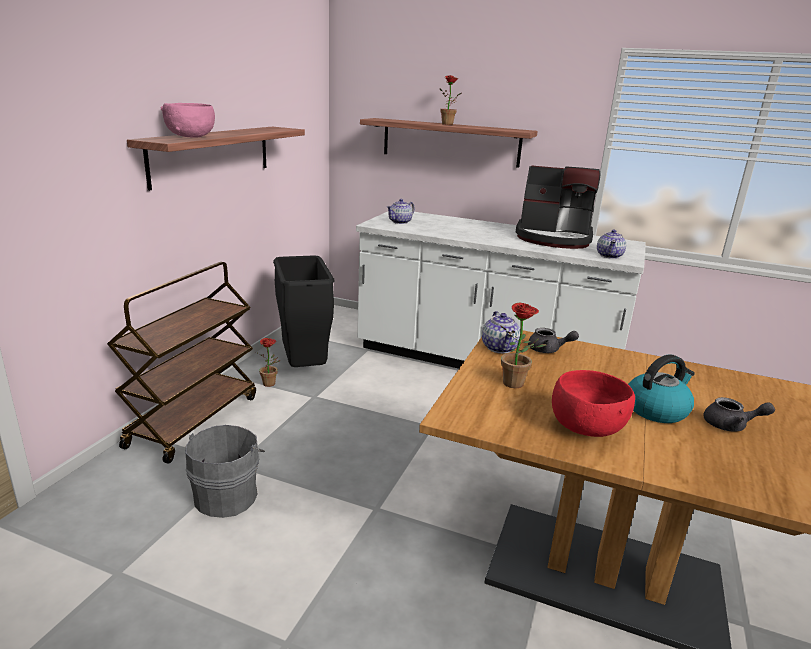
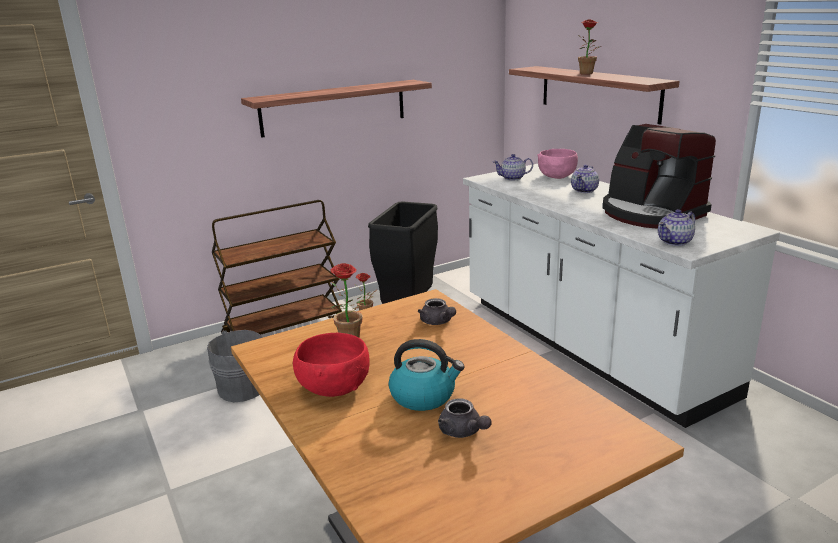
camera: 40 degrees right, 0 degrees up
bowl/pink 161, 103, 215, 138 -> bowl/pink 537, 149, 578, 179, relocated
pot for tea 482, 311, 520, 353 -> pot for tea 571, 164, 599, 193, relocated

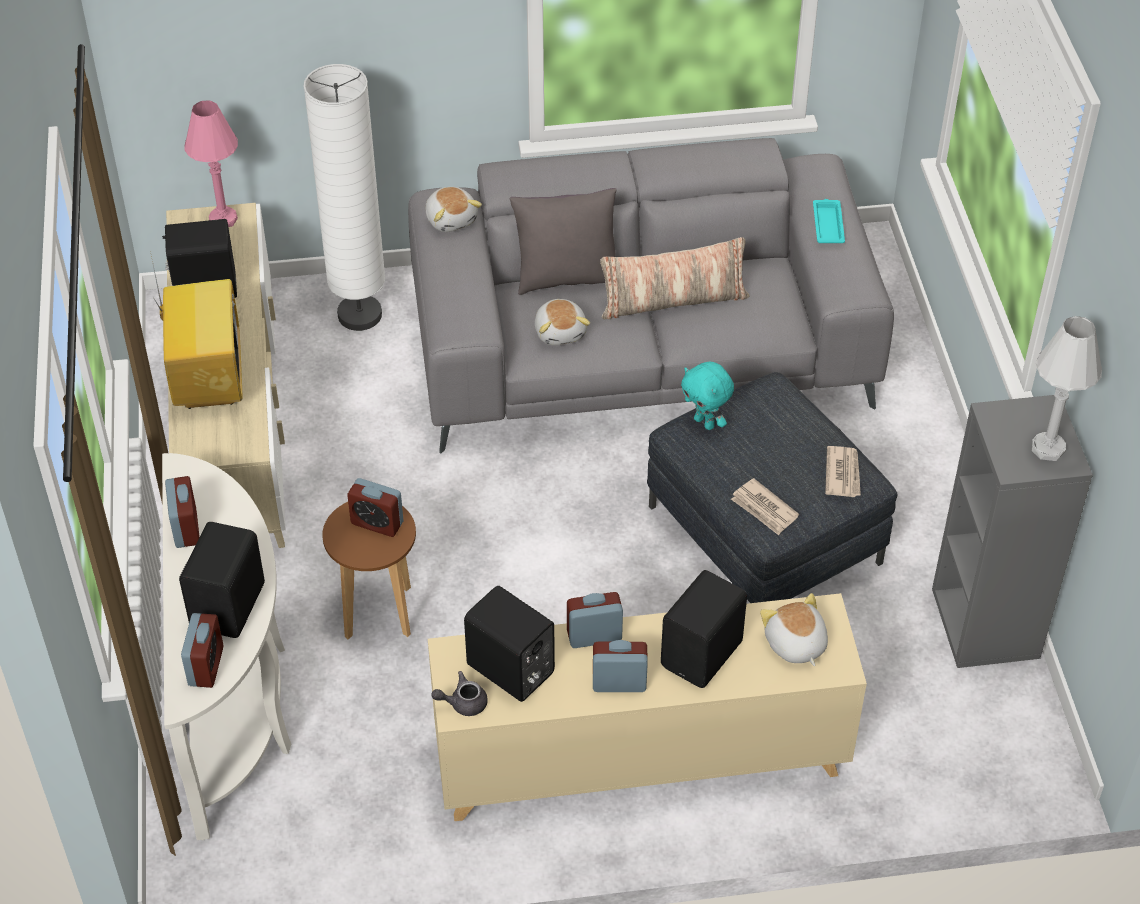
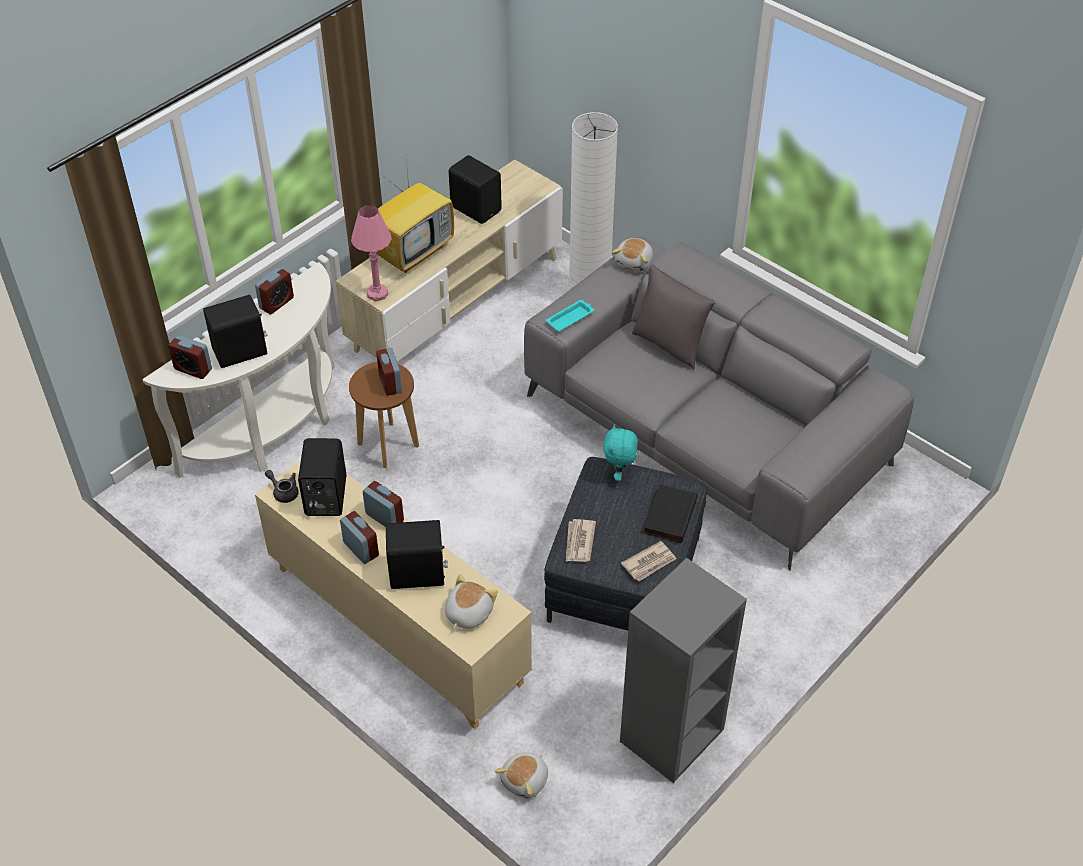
camera: 50 degrees right, 0 degrees up
lamp for a table/pink 184, 100, 238, 227 -> lamp for a table/pink 351, 205, 392, 301, relocated
serving tray/turquoise-coloured 813, 199, 845, 243 -> serving tray/turquoise-coloured 545, 300, 594, 332, relocated
pillow 600, 237, 750, 320 -> none
plush toy 535, 299, 590, 345 -> plush toy 495, 752, 548, 799, relocated
lamp for a table/whitish 1032, 316, 1102, 461 -> none
alarm clock 181, 613, 223, 688 -> alarm clock 168, 335, 212, 379, 60 degrees clockwise
none -> bound book/black-coloured 643, 484, 697, 543

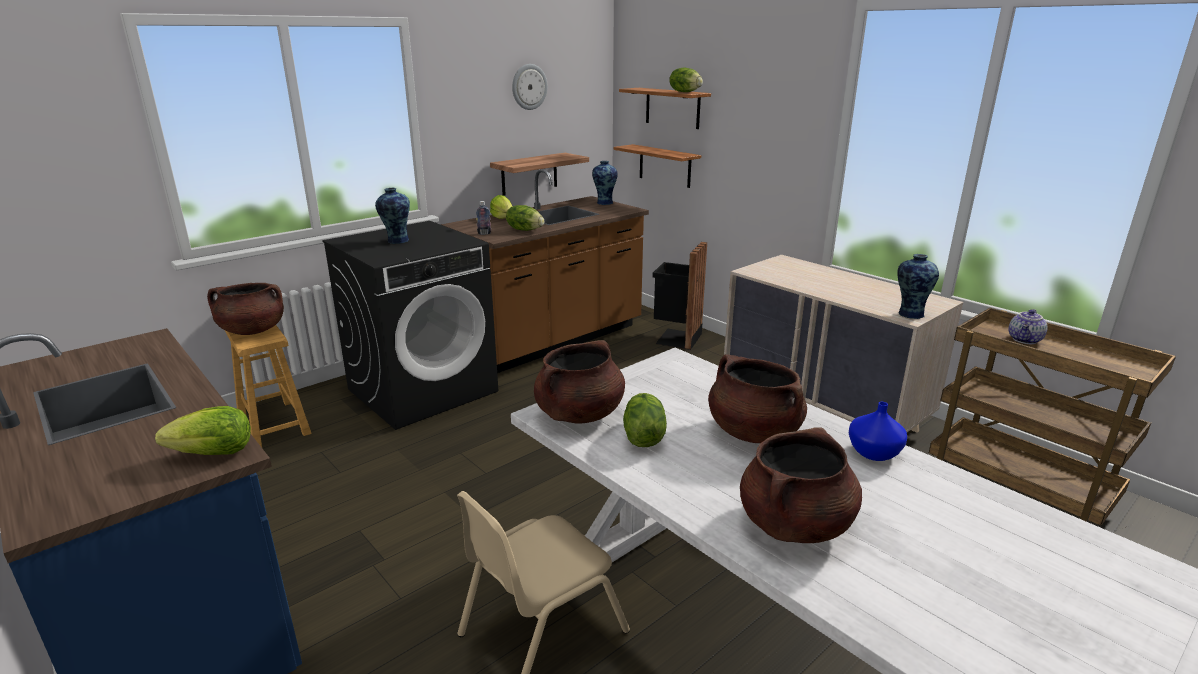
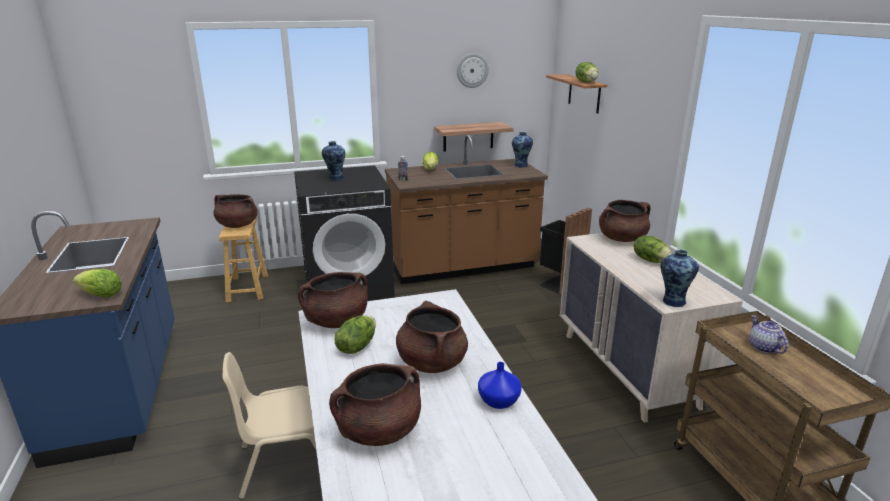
camera: 25 degrees right, 0 degrees up
shelf 614, 144, 701, 188 -> none
head of lettuce 506, 205, 544, 231 -> head of lettuce 634, 235, 673, 263, relocated
pot for tea 1009, 309, 1048, 344 -> pot for tea 750, 315, 789, 354, 105 degrees clockwise
none -> stockpot/brownish 599, 200, 651, 242

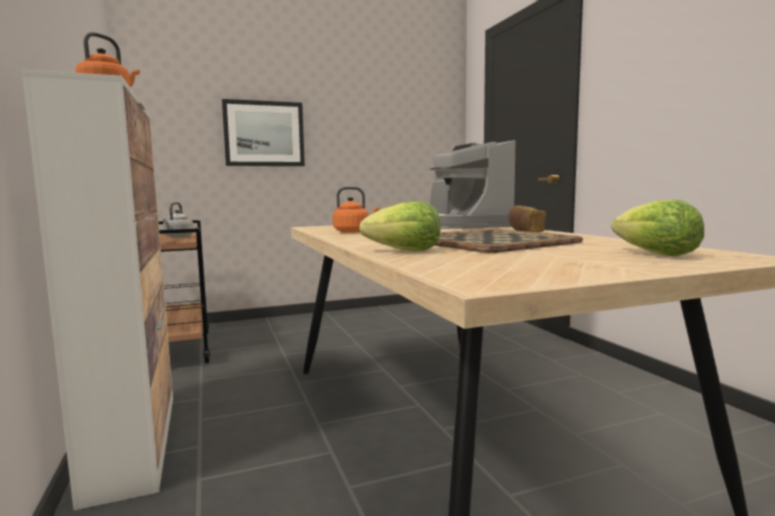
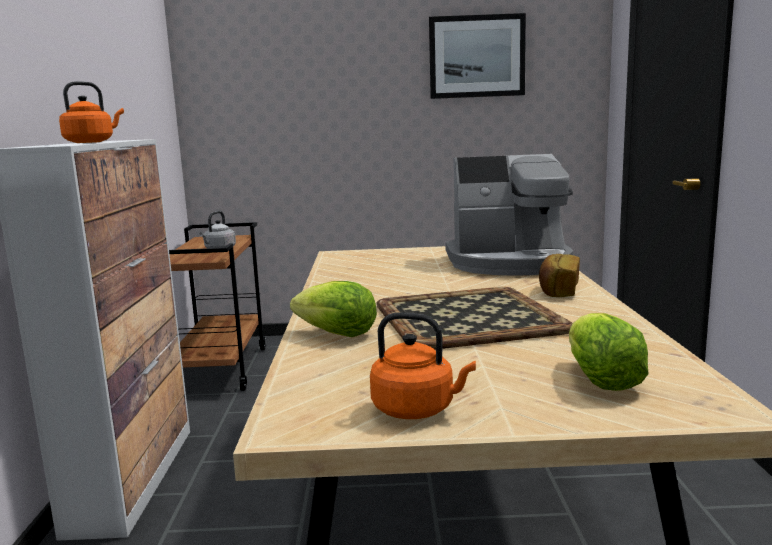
camera: 20 degrees right, 5 degrees up
wall art 222, 99, 305, 166 -> wall art 429, 13, 526, 99, relocated
coffee maker 430, 140, 515, 229 -> coffee maker 445, 154, 573, 276, 90 degrees counterclockwise
tea kettle/orangey 333, 187, 380, 233 -> tea kettle/orangey 370, 312, 476, 419, relocated

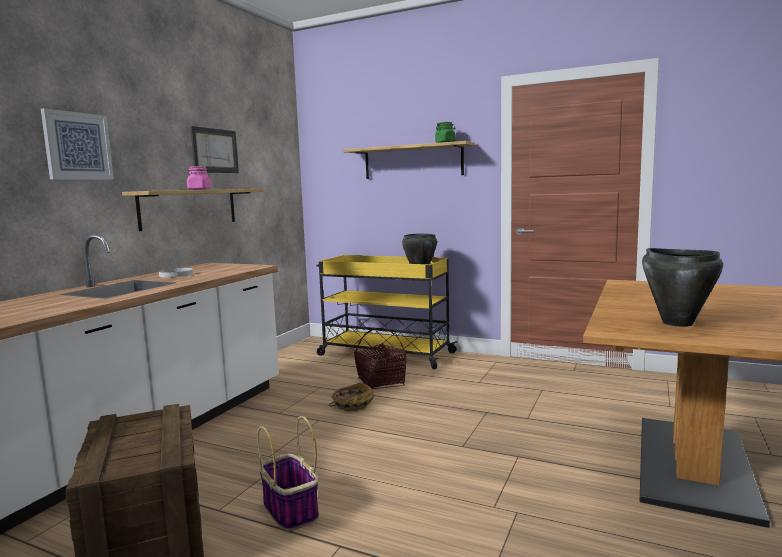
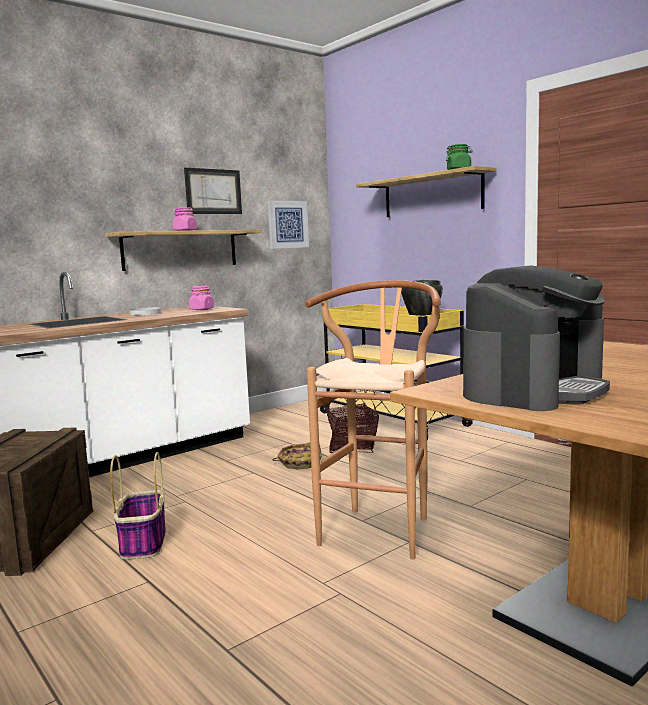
camera: 25 degrees right, 0 degrees up
wall art 41, 108, 114, 180 -> wall art 268, 201, 309, 249, relocated
stockpot/black-coloured 642, 248, 723, 327 -> coffee maker 463, 265, 610, 411
none -> stool seat/brownish 305, 280, 441, 560
none -> storage jar/pink 189, 286, 214, 310

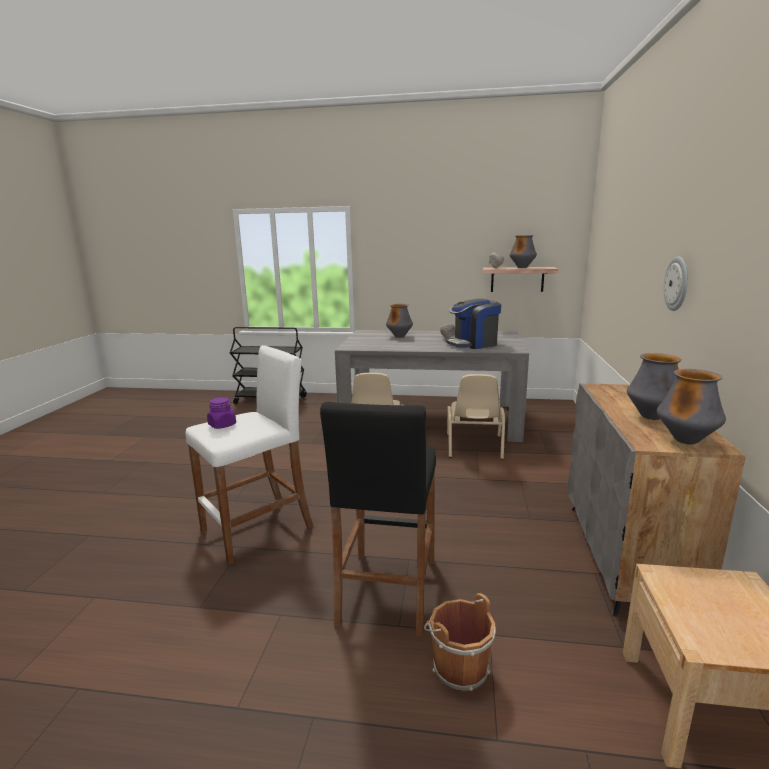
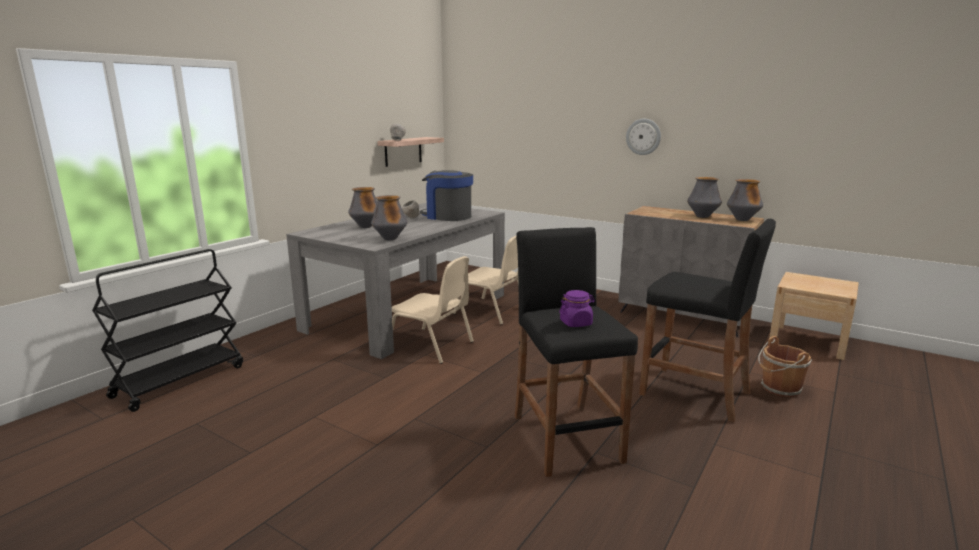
camera: 65 degrees left, 0 degrees up
flower vase 510, 235, 537, 268 -> flower vase 371, 195, 408, 240, relocated
coffee maker 446, 298, 501, 349 -> coffee maker 420, 170, 473, 221, 120 degrees clockwise
stool seat/whitish 186, 345, 313, 564 -> stool seat/black-coloured 515, 227, 638, 477

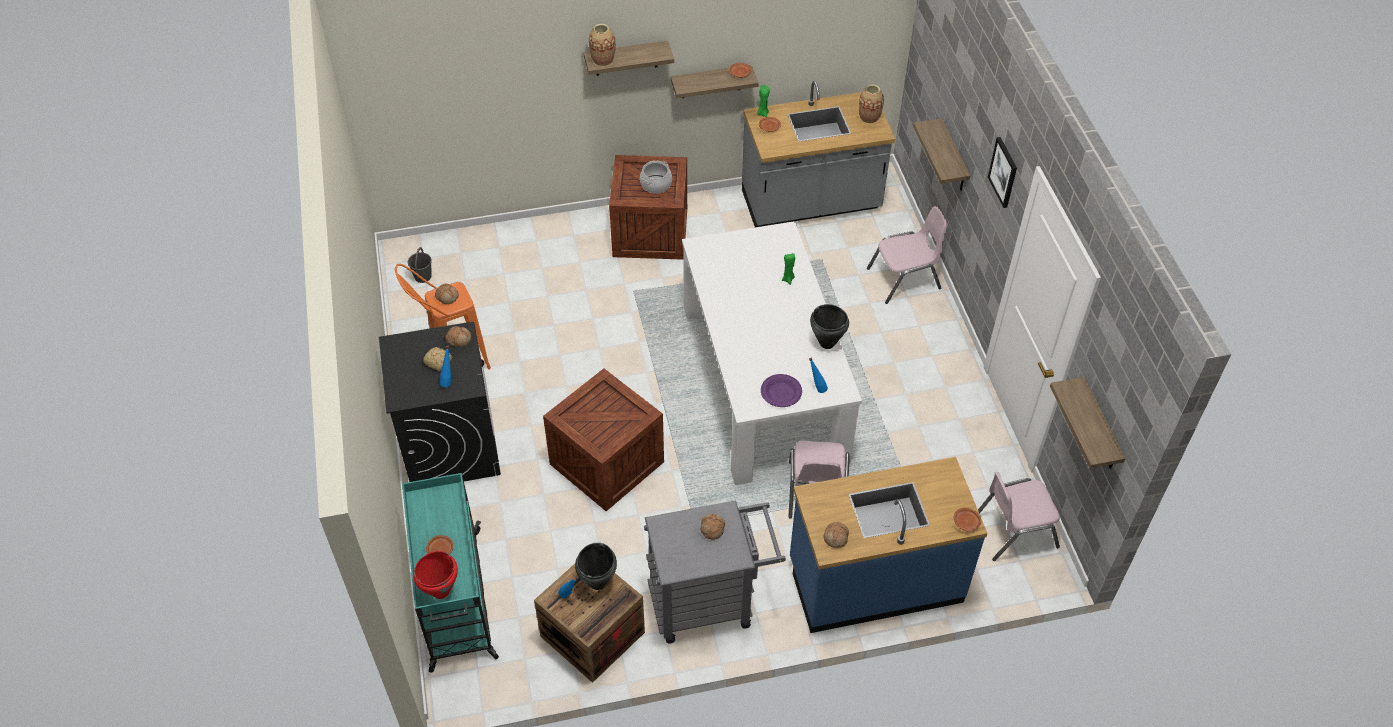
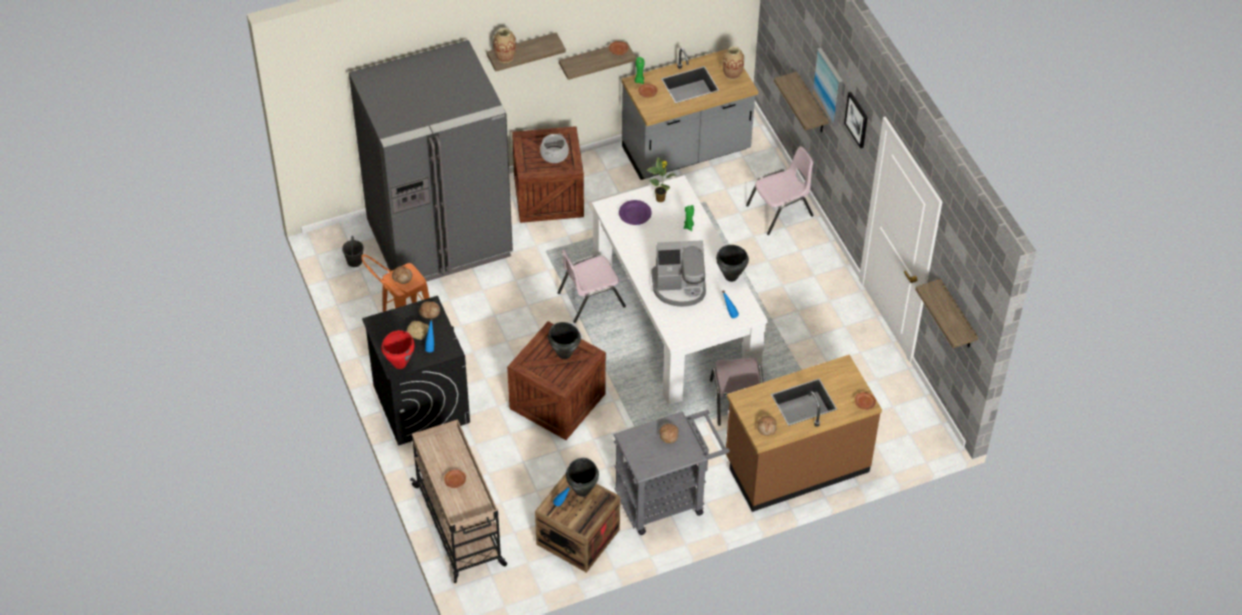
camera: 10 degrees left, 0 degrees up
dinner plate/purplish 761, 374, 802, 407 -> dinner plate/purplish 619, 200, 652, 225, relocated
kitchen base unit/blue-coloured 790, 457, 988, 633 -> kitchen base unit/brownish 726, 355, 882, 512
chair/pink 978, 472, 1060, 561 -> chair/pink 558, 250, 626, 323, relocated
cart/turquoise-coloured 402, 473, 499, 673 -> cart/beige 410, 419, 507, 583
stockpot/reddish 413, 551, 458, 599 -> stockpot/reddish 381, 330, 414, 369, relocated
none -> kitchen fridge/greyish 349, 40, 513, 282
none -> wall art 812, 48, 843, 127
none -> houseplant 647, 157, 675, 202
none -> coffee maker 651, 240, 706, 307
none -> stockpot/black-coloured 548, 322, 581, 359

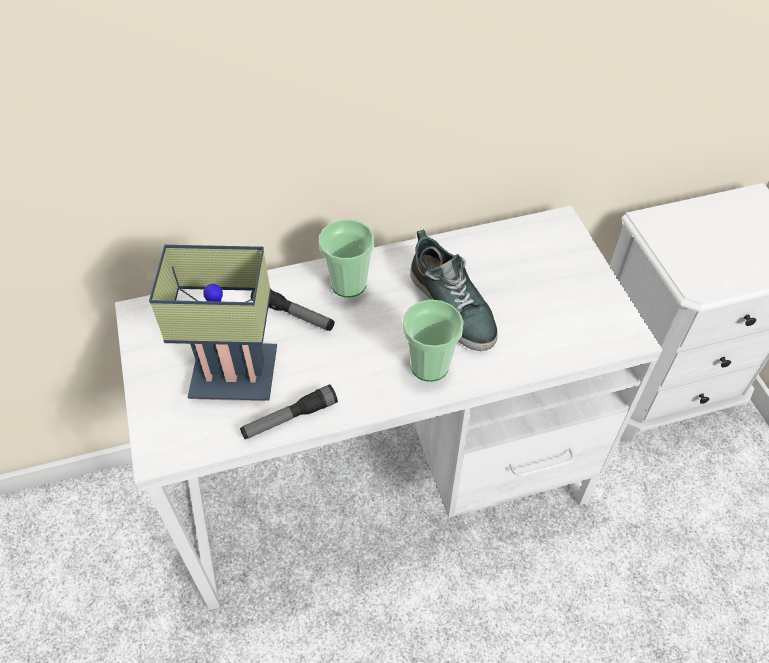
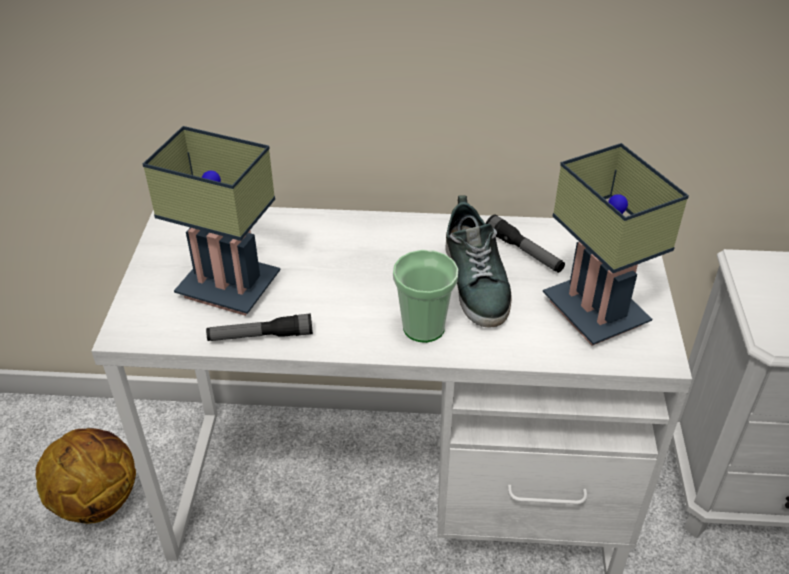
camera: 20 degrees right, 10 degrees down
small cup 319, 220, 374, 298 -> none
hand torch 251, 290, 335, 331 -> hand torch 486, 215, 565, 273, relocated
none -> lamp for a table 543, 143, 689, 346
none -> ball for basketball 36, 428, 136, 524

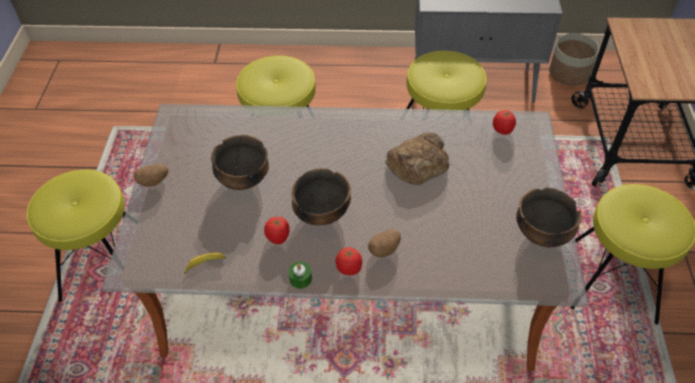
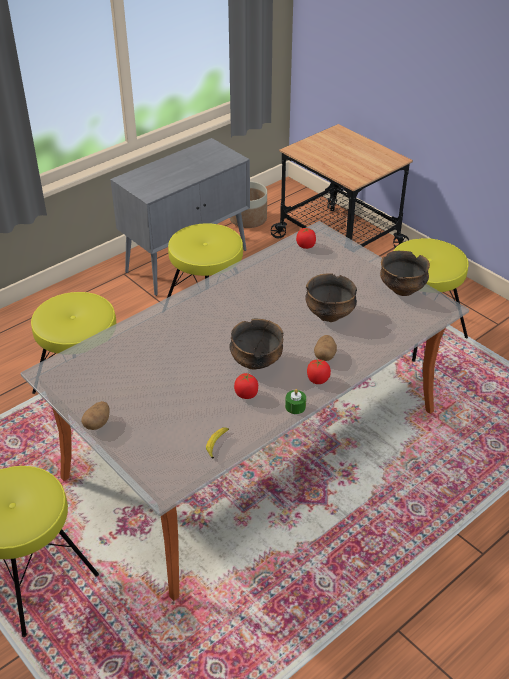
camera: 45 degrees left, 10 degrees down
bread 385, 132, 449, 185 -> none
bowl 211, 135, 269, 190 -> bowl 305, 273, 357, 322, relocated

